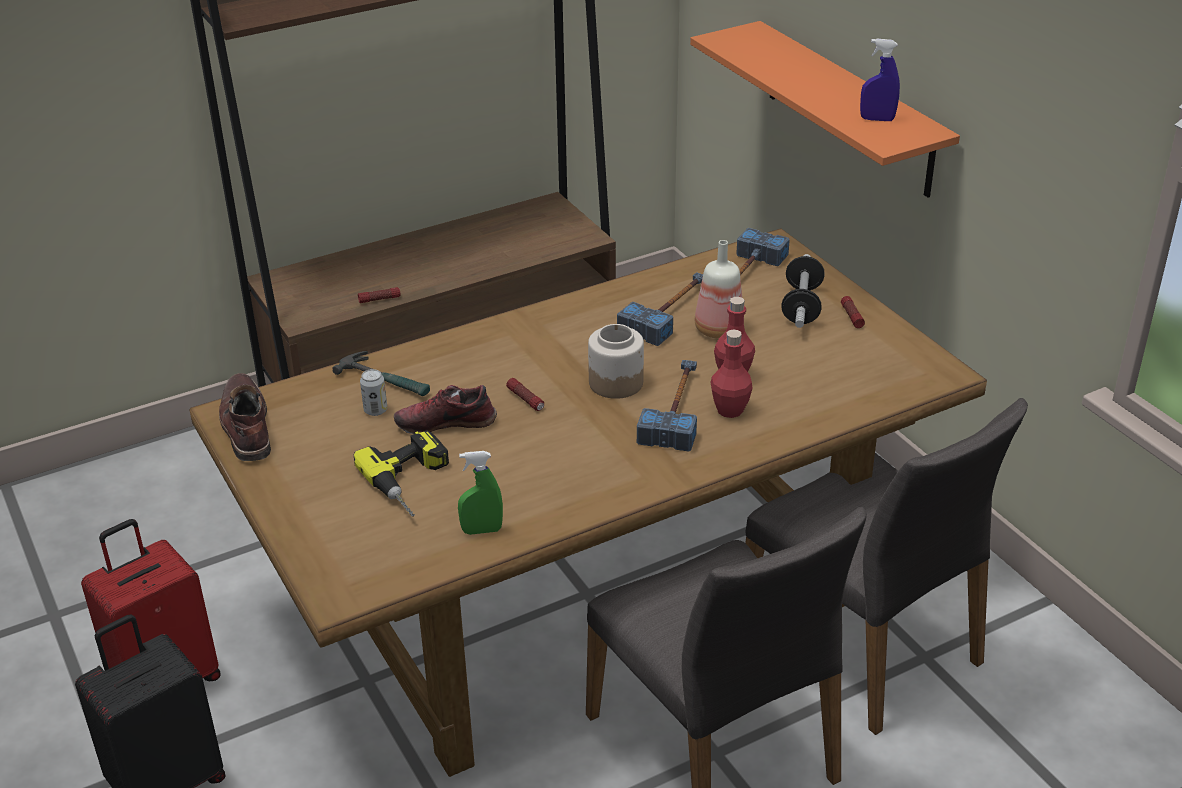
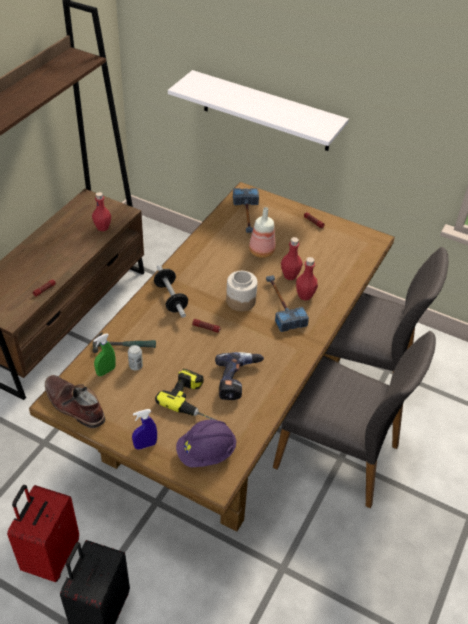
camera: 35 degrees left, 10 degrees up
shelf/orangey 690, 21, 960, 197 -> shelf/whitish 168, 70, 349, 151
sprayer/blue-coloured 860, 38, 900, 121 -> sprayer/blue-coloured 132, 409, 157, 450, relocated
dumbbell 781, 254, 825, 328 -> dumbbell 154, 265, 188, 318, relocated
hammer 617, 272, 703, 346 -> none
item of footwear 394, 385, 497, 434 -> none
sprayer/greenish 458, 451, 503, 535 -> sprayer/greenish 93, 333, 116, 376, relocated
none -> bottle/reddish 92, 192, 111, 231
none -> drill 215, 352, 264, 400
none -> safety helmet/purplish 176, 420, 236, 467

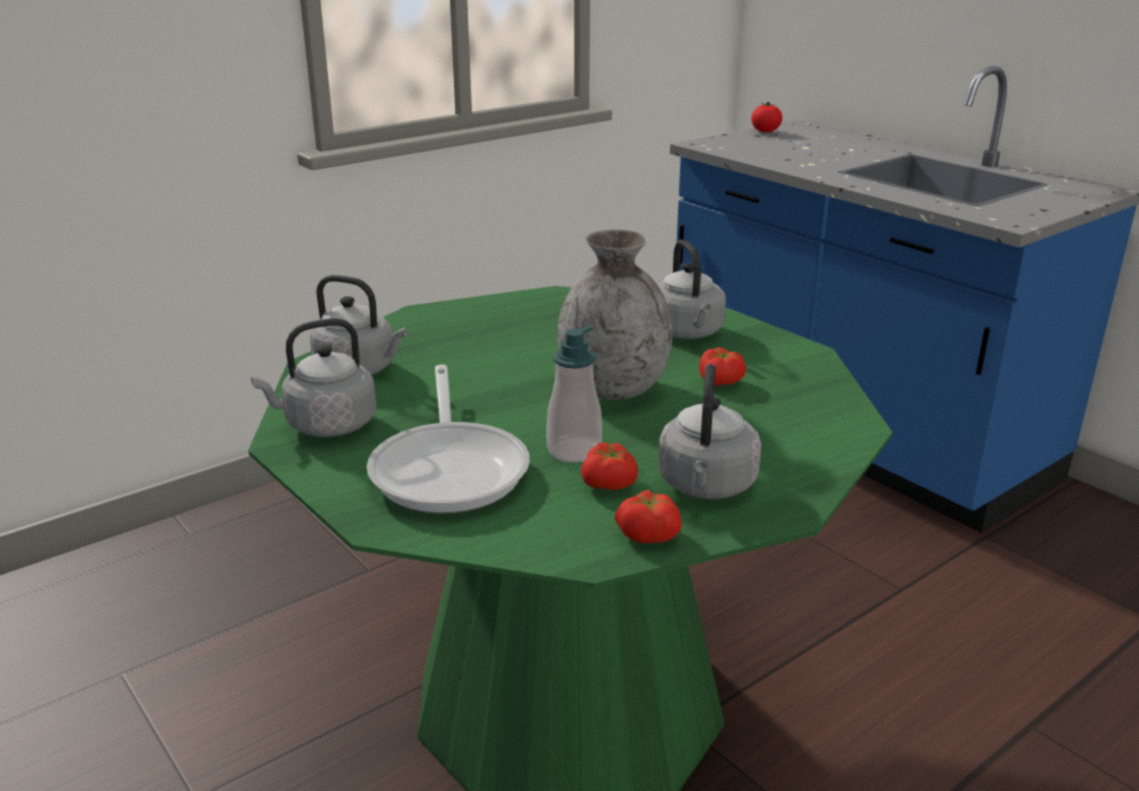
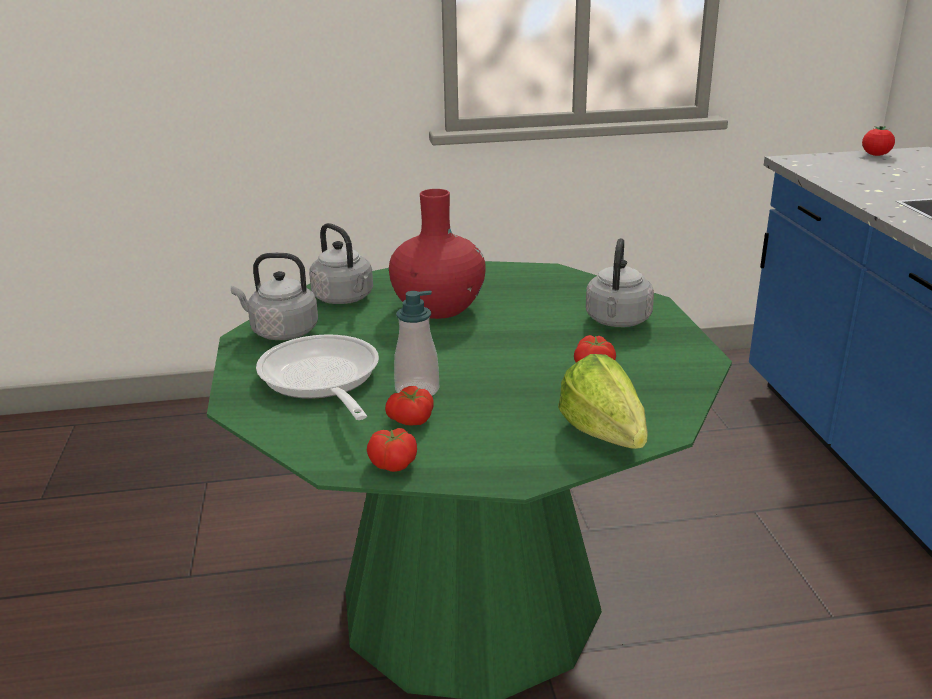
camera: 30 degrees right, 0 degrees up
flower vase/greyish 557, 229, 672, 400 -> none
tea kettle/greyish 659, 364, 761, 499 -> none
pan 367, 365, 530, 514 -> pan 256, 335, 379, 420, 135 degrees clockwise
none -> flower vase/reddish 389, 189, 486, 319
none -> head of lettuce 558, 354, 648, 449

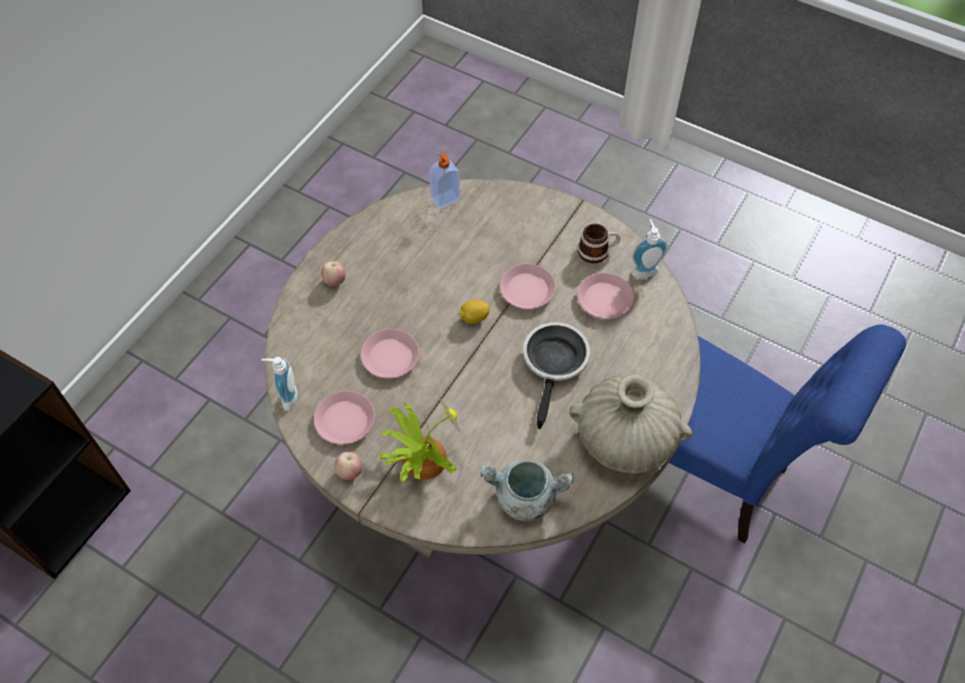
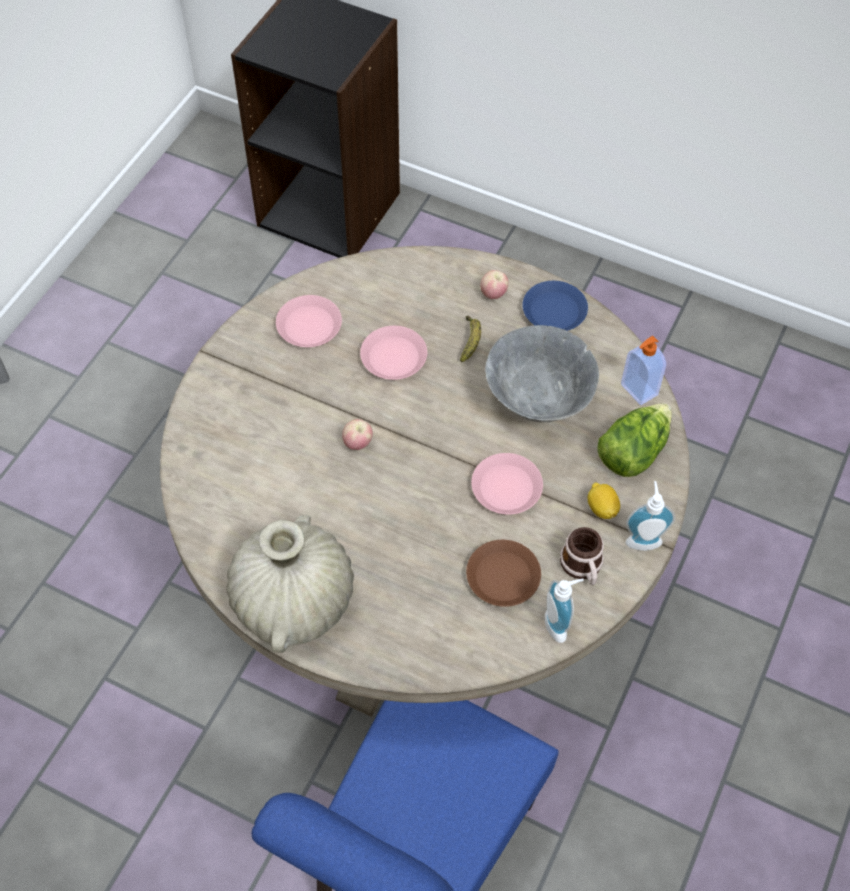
camera: 85 degrees right, 0 degrees up
dinner plate/pink 578, 273, 634, 319 -> dinner plate/brownish 466, 540, 541, 607
whole lemon 459, 300, 489, 324 -> whole lemon 588, 482, 620, 519, relocated
pan 523, 322, 590, 429 -> none
soap bottle 262, 357, 298, 411 -> soap bottle 626, 481, 675, 551, relocated
houseplant 380, 393, 463, 483 -> none
apple fruit 335, 452, 362, 480 -> apple fruit 342, 419, 373, 450, relocated
stockpot/greyish 480, 460, 574, 521 -> none
none -> dinner plate/blue-coloured 522, 281, 588, 331
none -> banana fruit 460, 316, 481, 362
none -> bowl/greyish 485, 325, 599, 422
none -> head of lettuce 597, 403, 672, 477

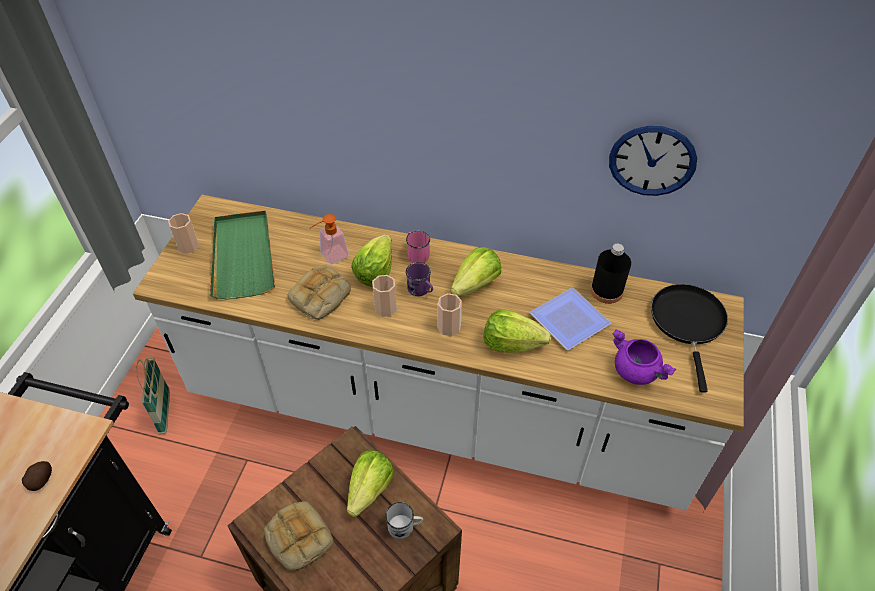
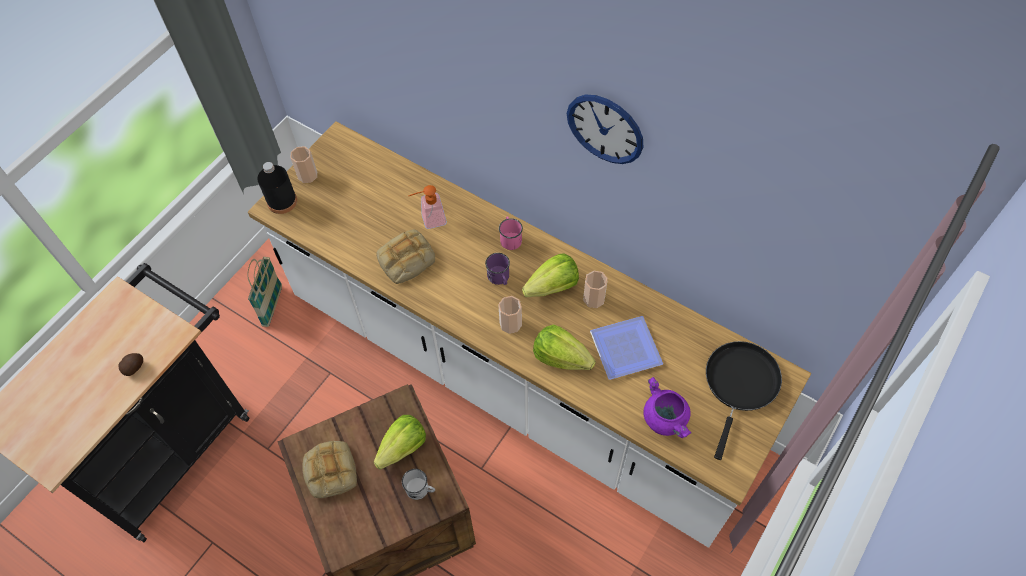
camera: 20 degrees right, 10 degrees up
hanging clock 609, 126, 697, 196 -> hanging clock 567, 95, 643, 164, relocated
serving tray/greenish 210, 210, 275, 299 -> none
head of lettuce 351, 234, 392, 287 -> none
bottle/black-coloured 590, 244, 631, 304 -> bottle/black-coloured 257, 162, 297, 214, relocated
small cup 372, 275, 397, 317 -> small cup 583, 271, 608, 308, relocated

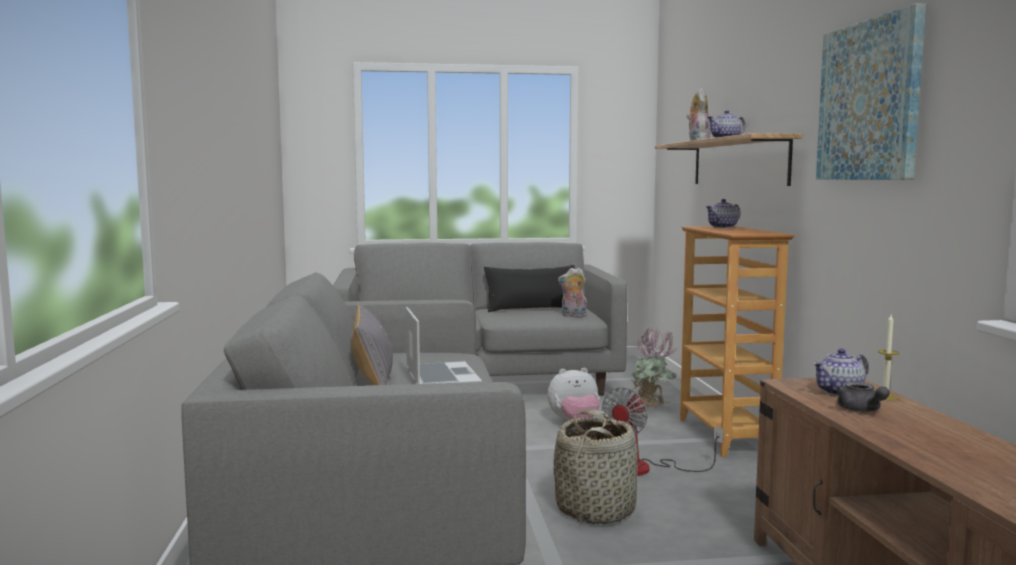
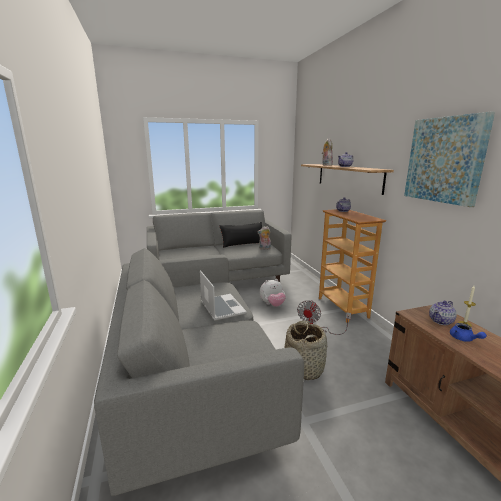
camera: 10 degrees left, 10 degrees up
pillow/greyish 351, 303, 393, 385 -> none
houseplant 630, 328, 677, 408 -> none
pot for tea/greyish 836, 382, 890, 412 -> pot for tea/blue-coloured 450, 323, 487, 342

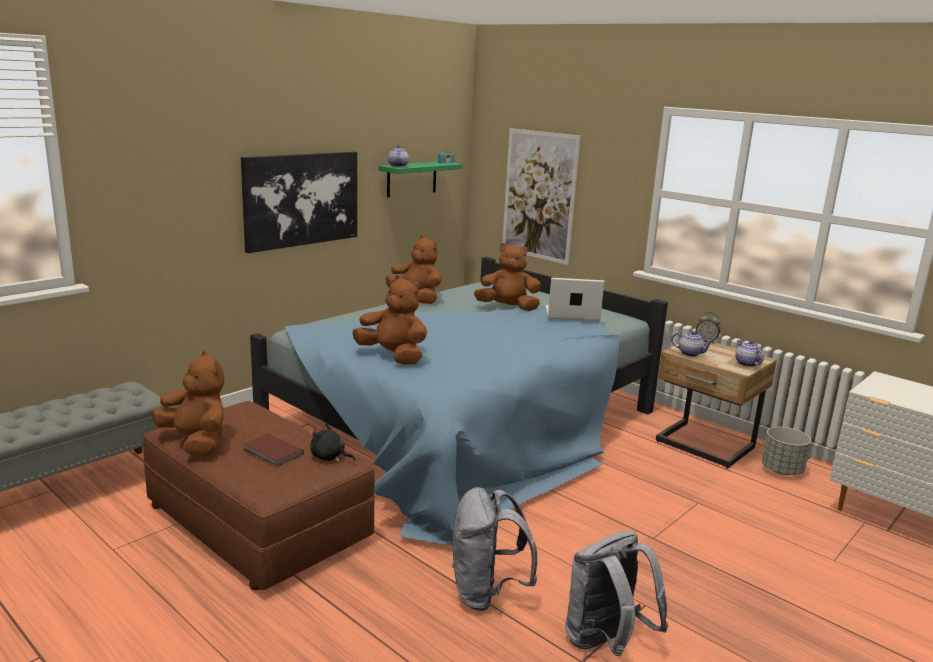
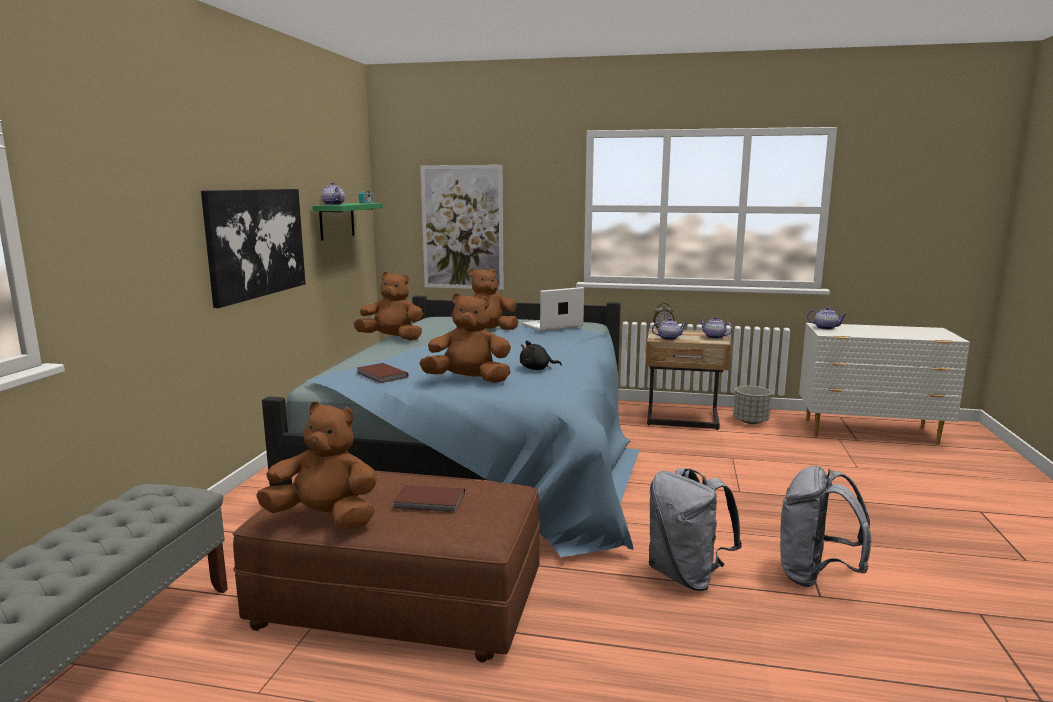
camera: 30 degrees left, 5 degrees down
plush toy/black-coloured 310, 423, 355, 462 -> plush toy/black-coloured 520, 341, 562, 370, relocated
none -> pot for tea 807, 307, 847, 330
none -> bound book/brownish 357, 363, 409, 383

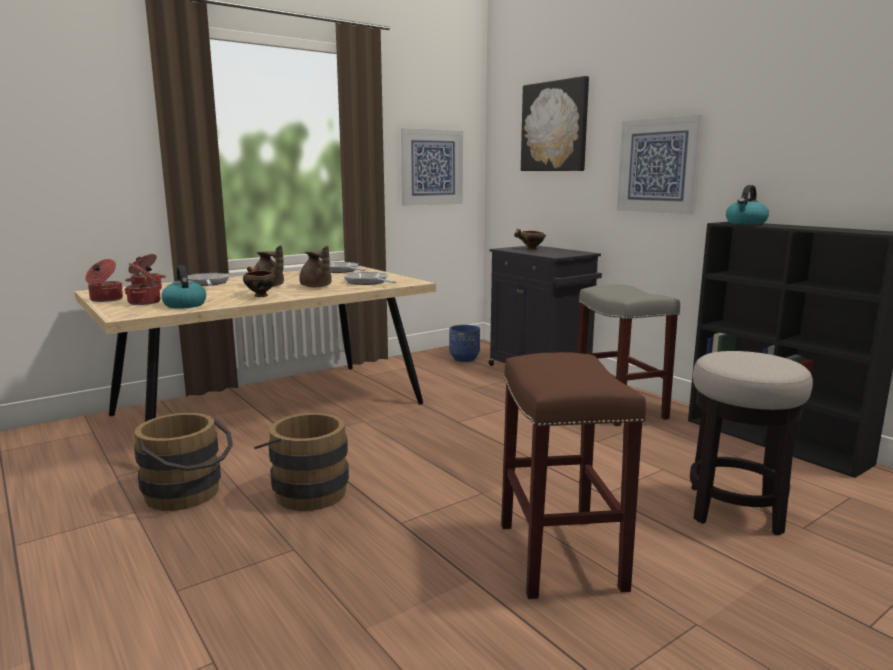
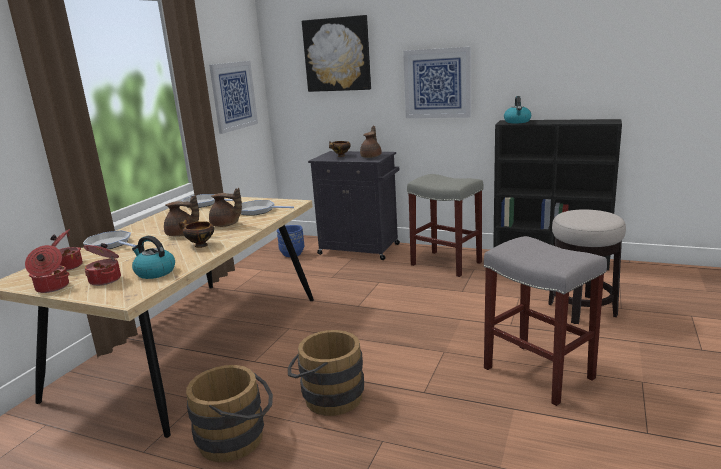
camera: 30 degrees left, 5 degrees up
stool seat/brownish 501, 352, 646, 599 -> stool seat/greyish 484, 236, 607, 406
none -> pot for tea/brownish 360, 126, 382, 158

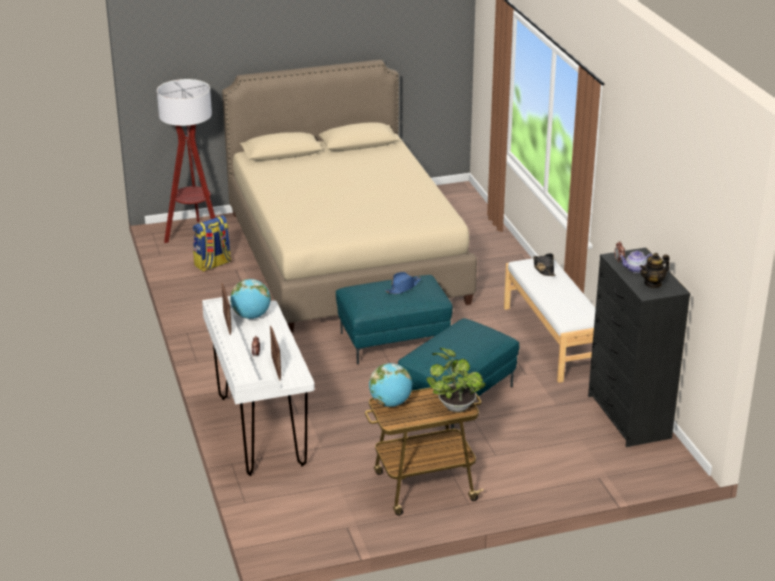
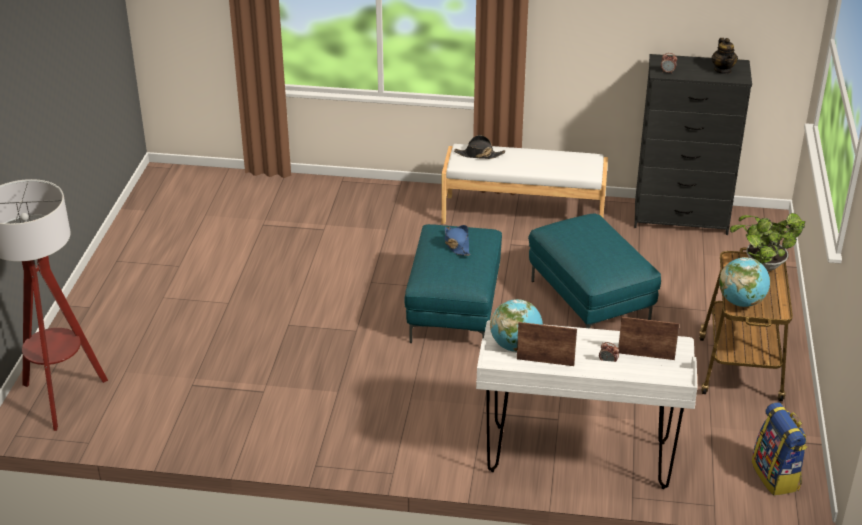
camera: 65 degrees left, 5 degrees up
bedroom bed/beige 222, 60, 477, 333 -> none
rucksack 193, 215, 231, 272 -> rucksack 752, 402, 808, 496, relocated
pot for tea 619, 251, 653, 273 -> none

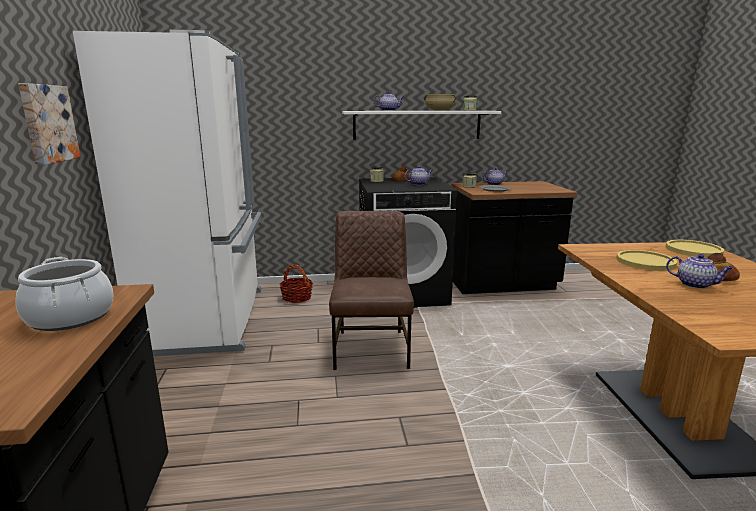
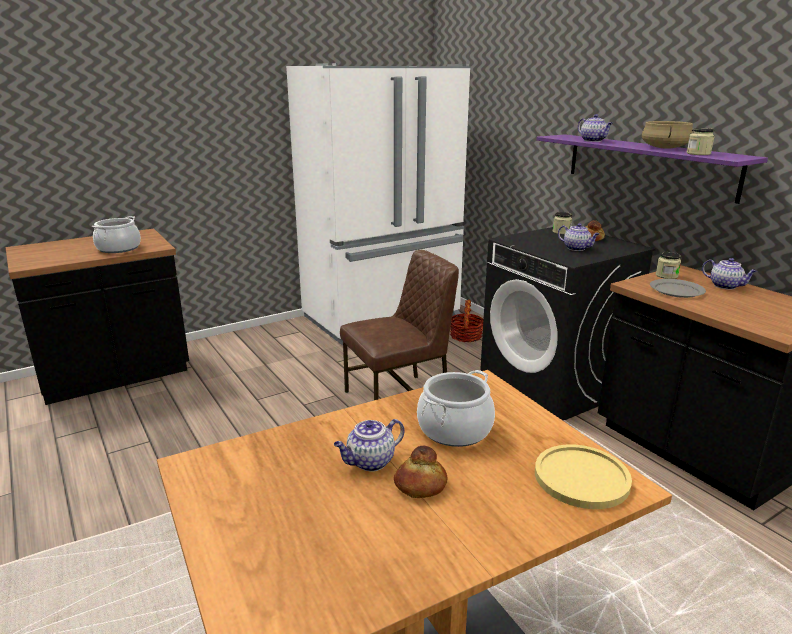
camera: 65 degrees right, 5 degrees up
wall art 18, 83, 80, 165 -> none
shelf/whitish 342, 111, 501, 140 -> shelf/purplish 536, 134, 768, 204
dinner plate/yellowish 616, 250, 677, 271 -> stockpot 417, 370, 495, 447
pot for tea 666, 254, 733, 289 -> pot for tea 334, 419, 405, 472, 45 degrees clockwise

